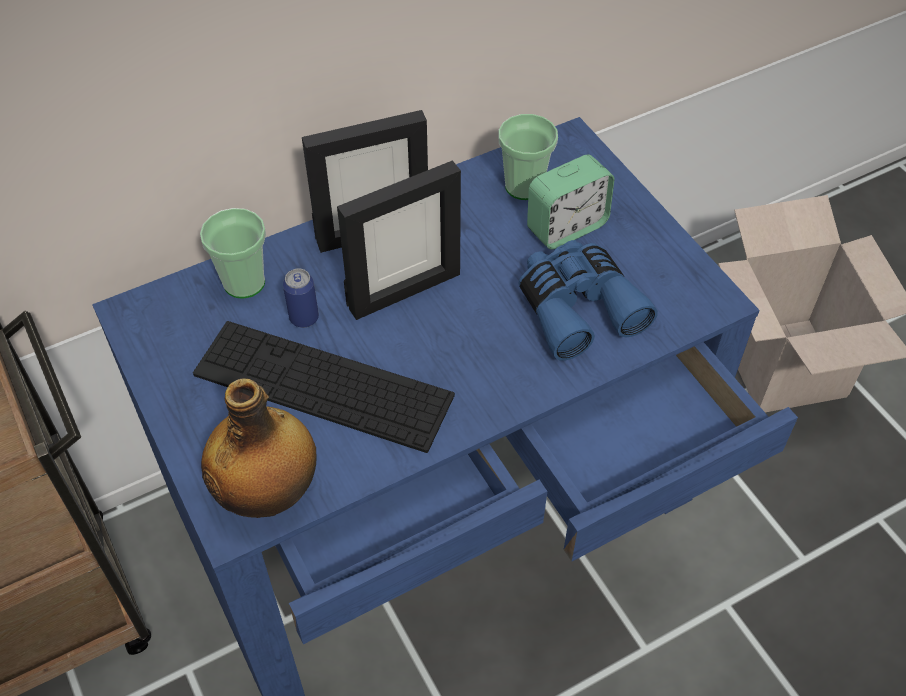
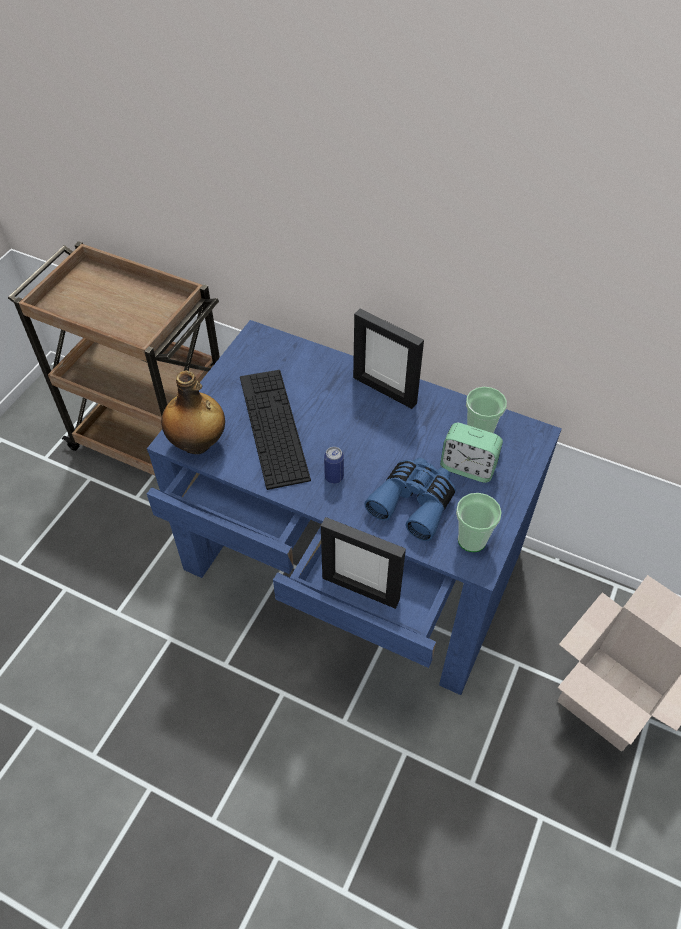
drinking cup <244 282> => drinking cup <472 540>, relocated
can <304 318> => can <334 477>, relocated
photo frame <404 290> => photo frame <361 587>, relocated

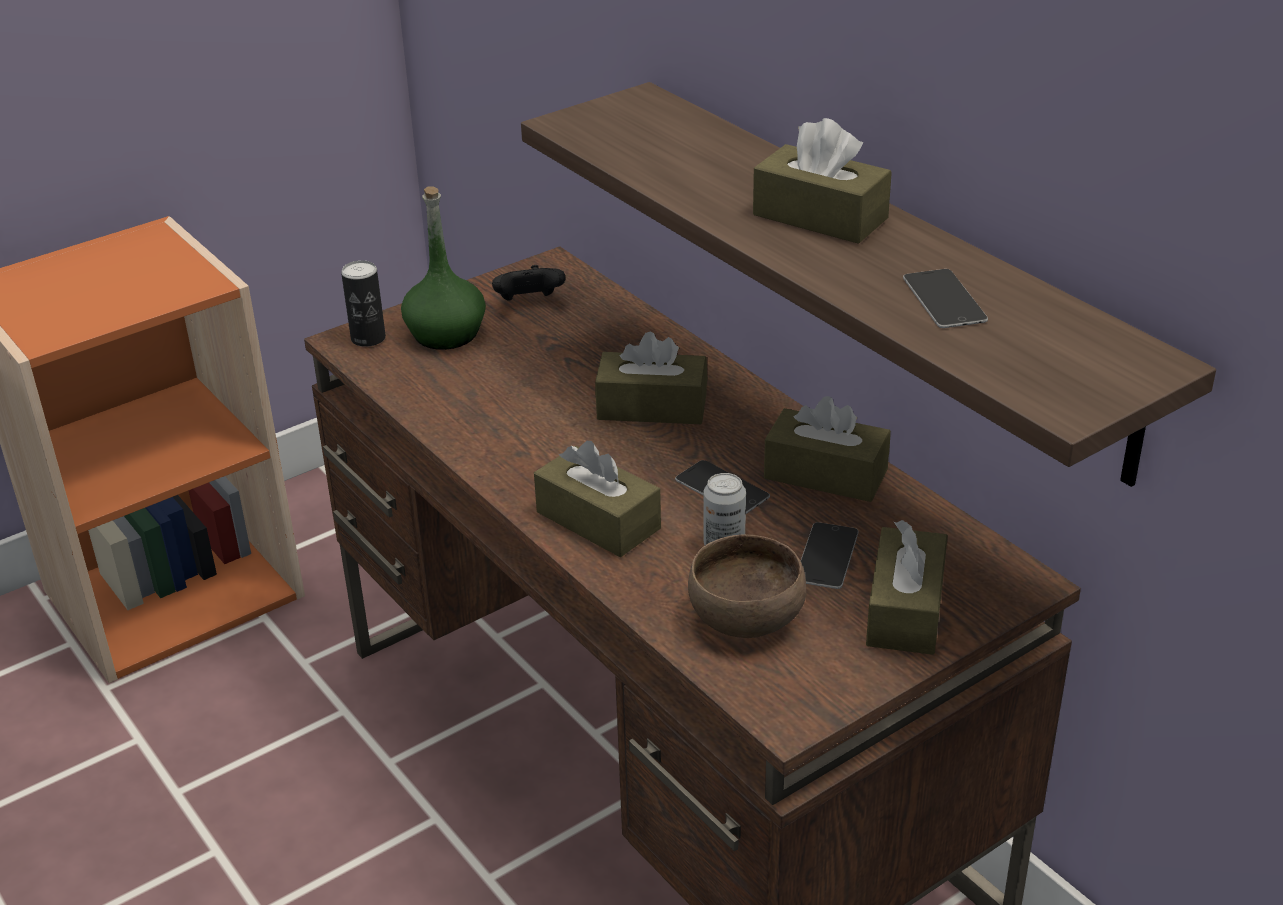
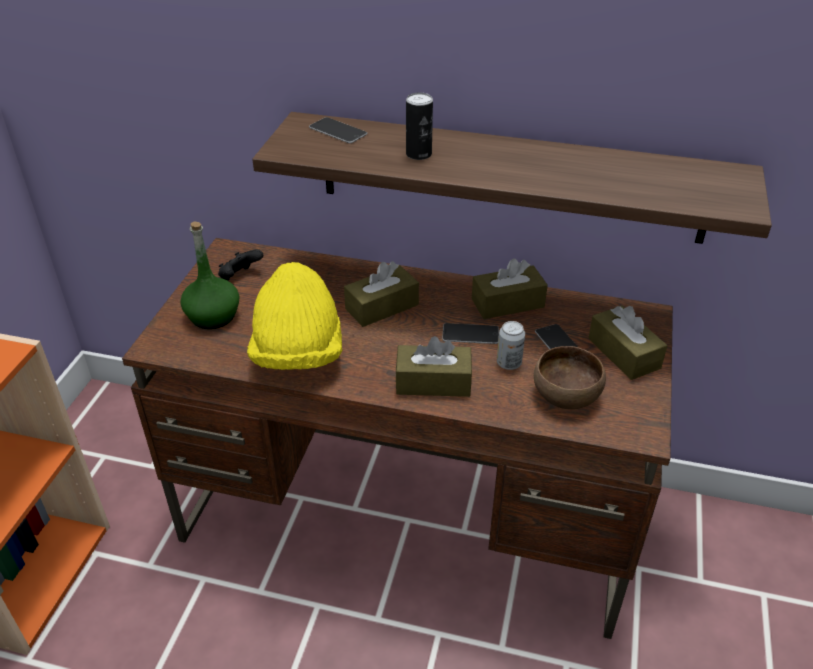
brownish box of tissues <820 216> => nothing
nothing => yellow-coloured hat <298 354>
can <368 338> => can <418 154>, relocated
telephone <944 299> => telephone <338 130>, relocated

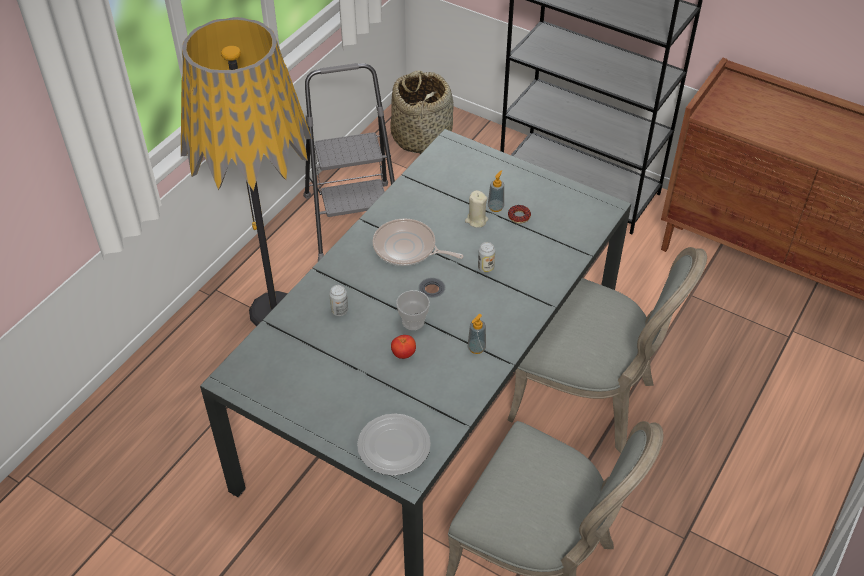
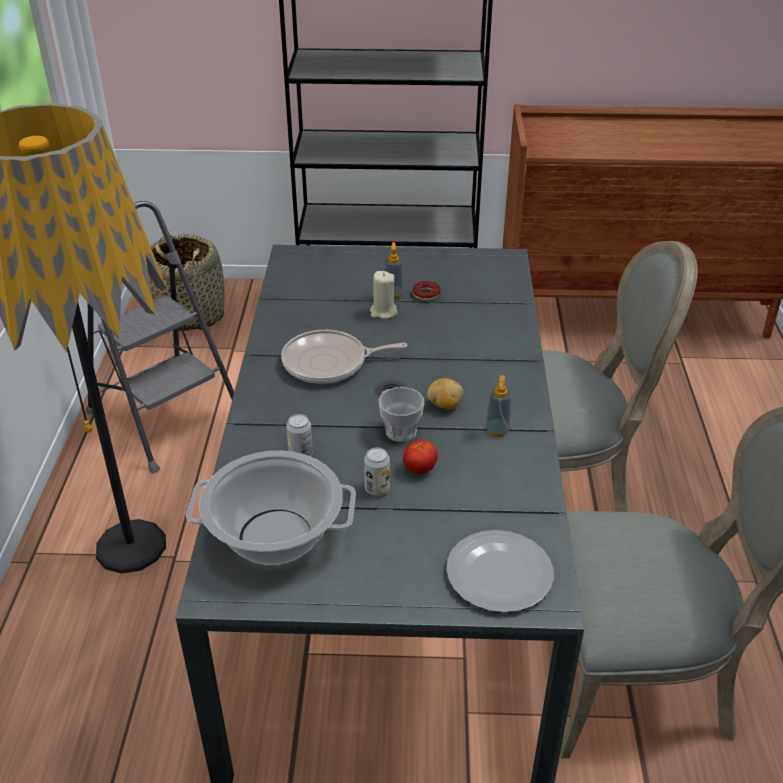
nothing => saucepot <274 537>
nothing => whole potato <444 405>
can <486 268> => can <377 489>, relocated

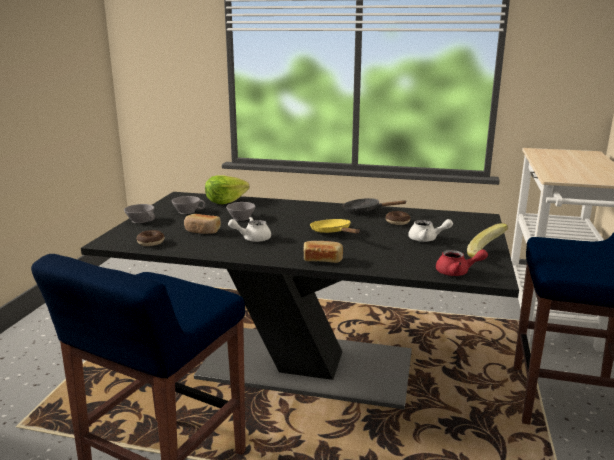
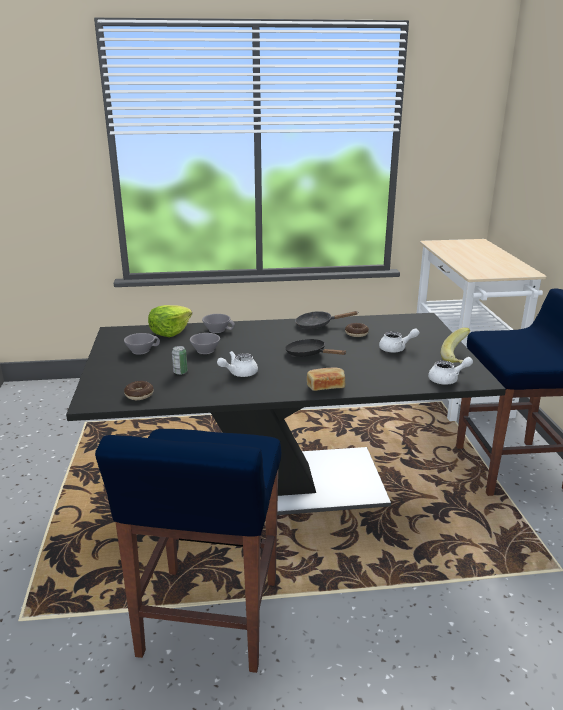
gray drinking cup <142 220> => gray drinking cup <218 329>, relocated
bakery bread <202 231> => can <180 372>
yellow-coloured skillet <333 232> => black skillet <309 354>
red-coloured tea pot <457 272> => white tea pot <447 380>

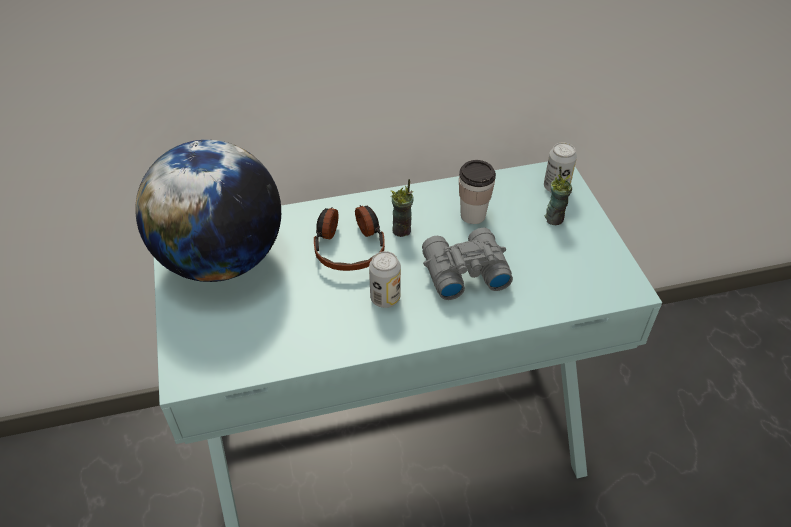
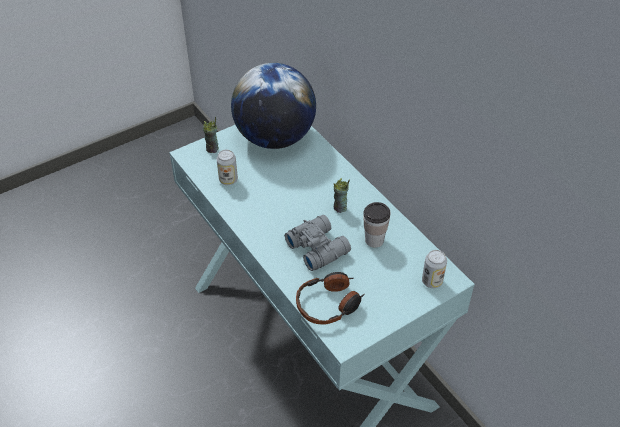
headphones <349 246> => headphones <329 304>, relocated
can <385 298> => can <228 180>, relocated
drinking cup <554 218> => drinking cup <212 149>, relocated

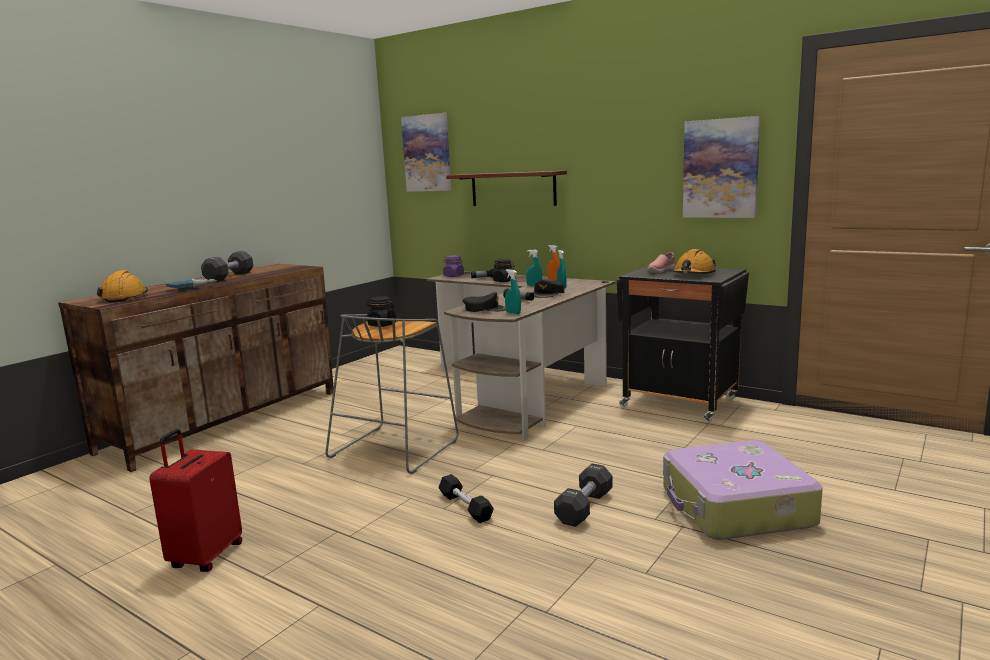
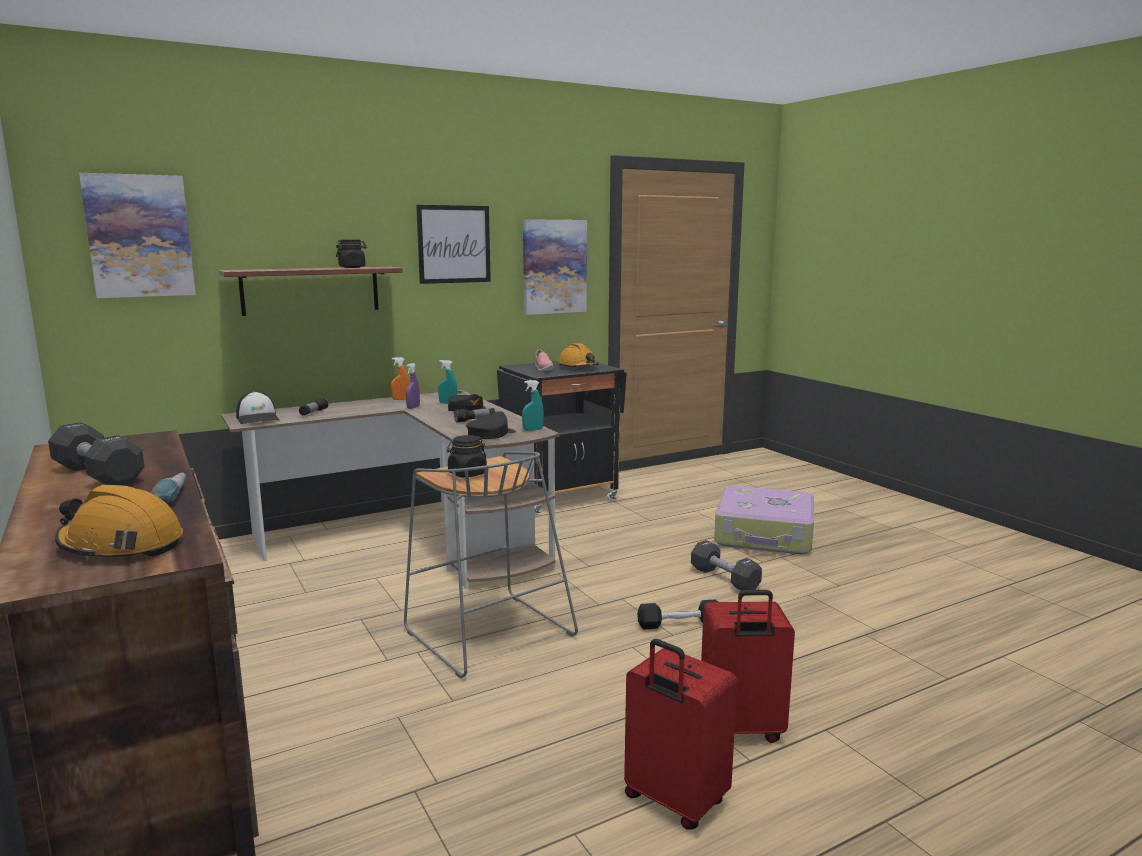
nothing => picture <454 244>
nothing => red-coloured travel case <740 730>
black jar <504 281> => black jar <352 267>, relocated
purple jar <453 276> => baseball cap <258 418>
turquoise-coloured spray bottle <534 285> => purple spray bottle <413 407>

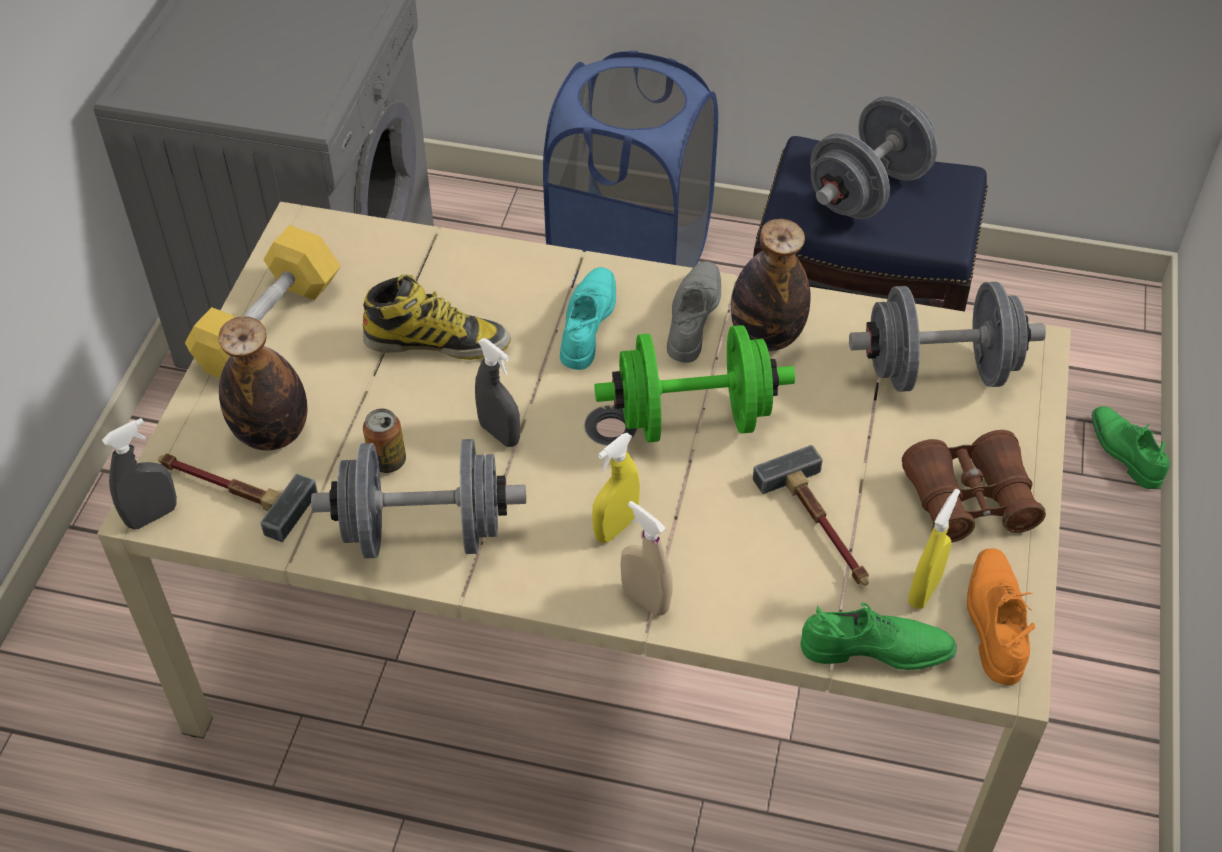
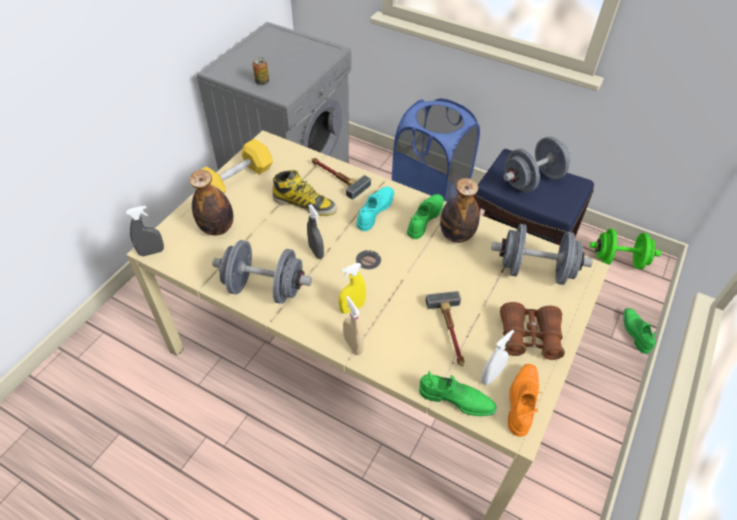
tool hammer <230 491> => tool hammer <336 177>, relocated
can <388 461> => can <262 82>, relocated
green-coloured free weight <692 418> => green-coloured free weight <619 260>, relocated
gray item of footwear <693 318> => green-coloured item of footwear <425 219>
yellow-coloured spray bottle <924 590> => white spray bottle <491 376>

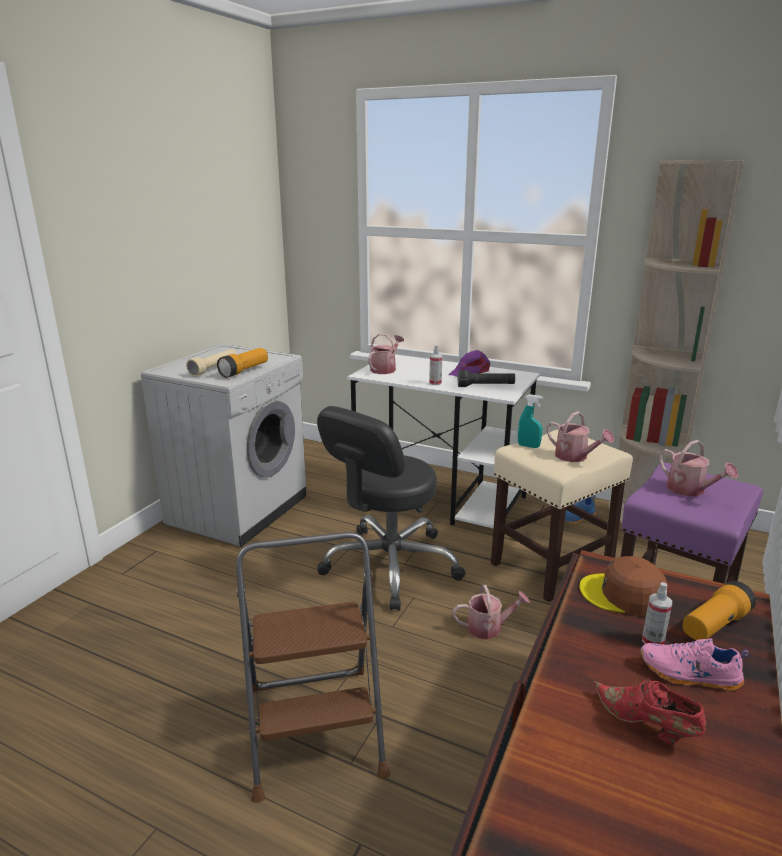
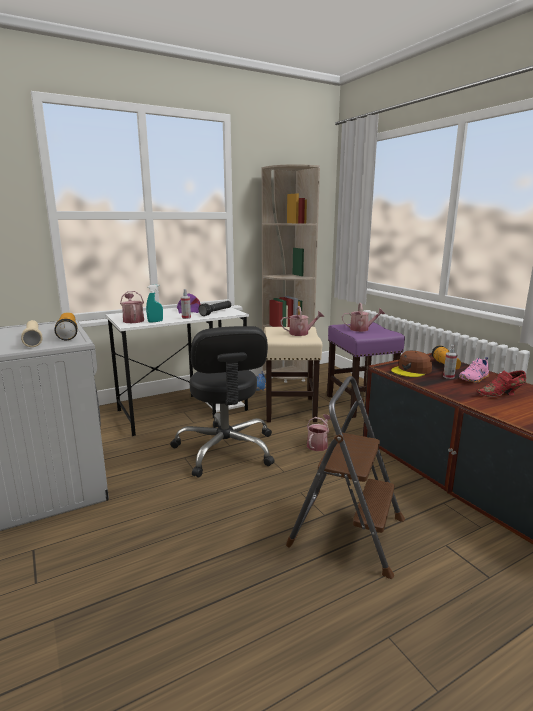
turquoise-coloured spray bottle <528 446> => turquoise-coloured spray bottle <155 321>, relocated

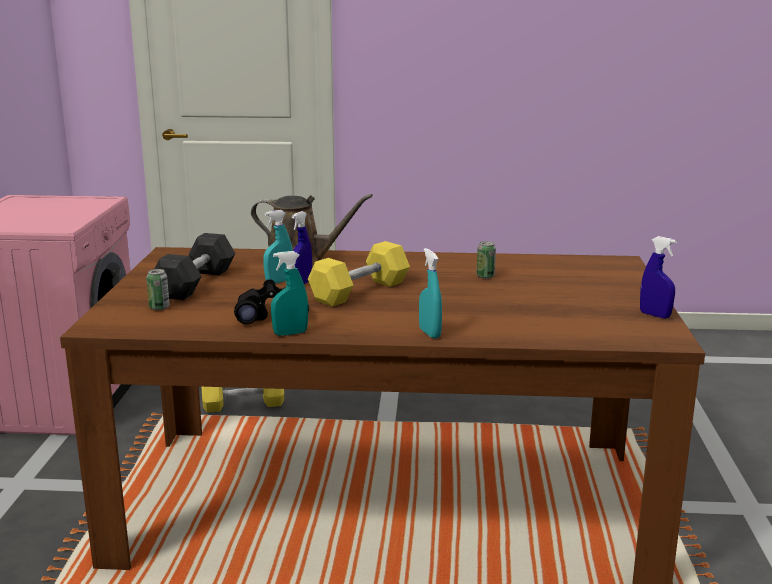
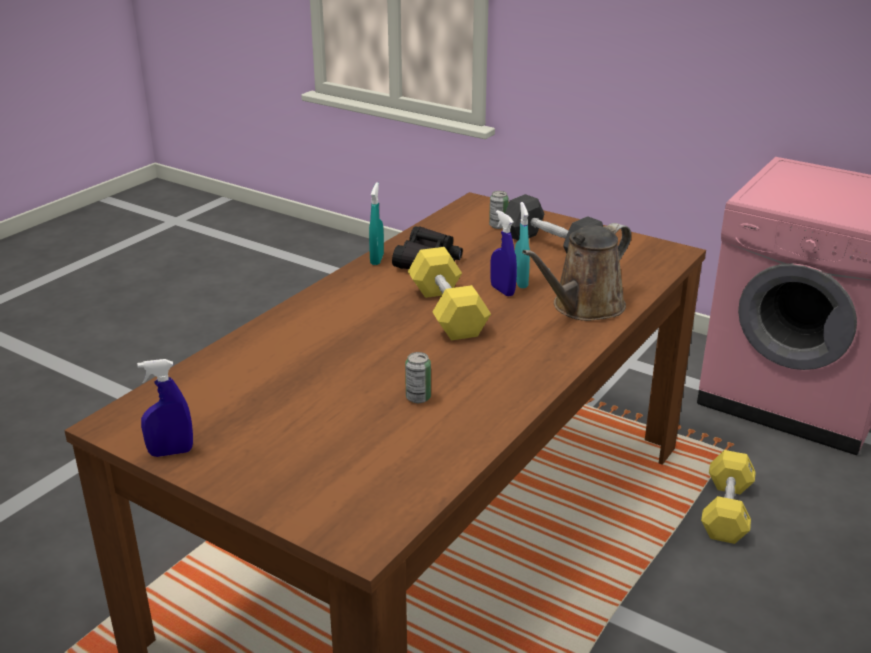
turquoise-coloured spray bottle <429 333> => nothing

